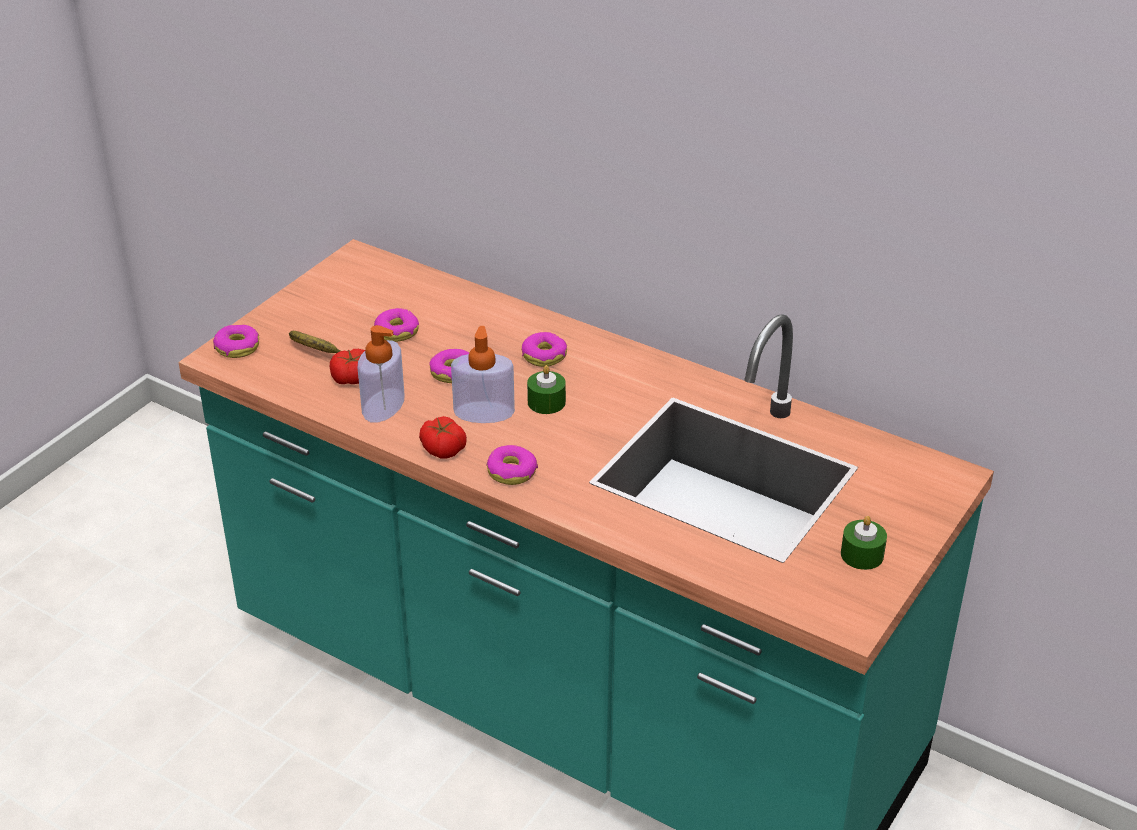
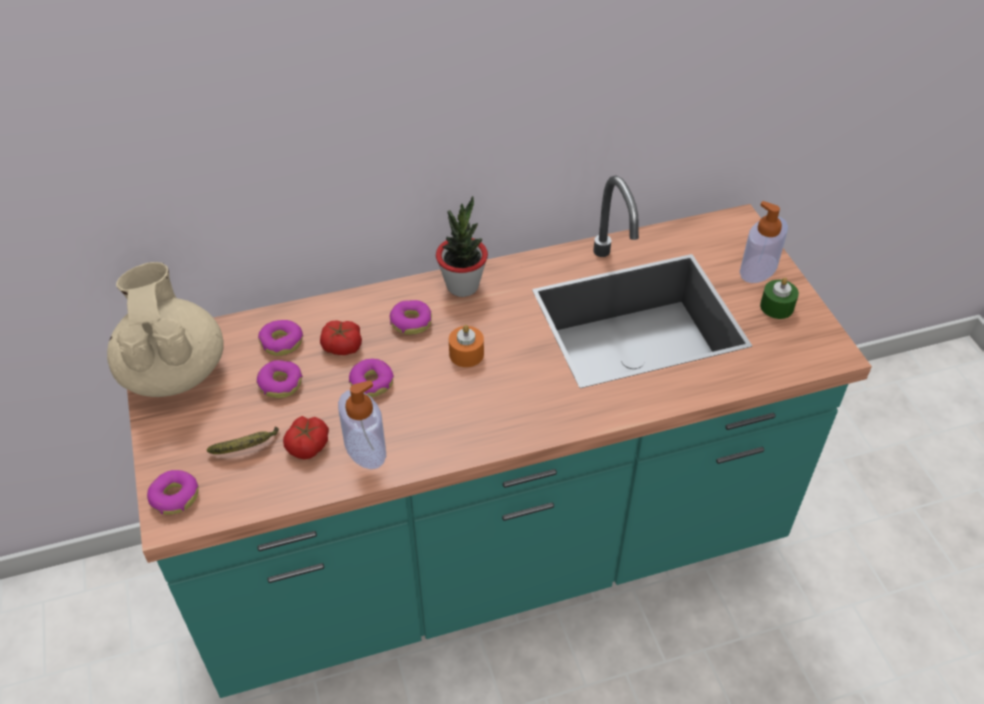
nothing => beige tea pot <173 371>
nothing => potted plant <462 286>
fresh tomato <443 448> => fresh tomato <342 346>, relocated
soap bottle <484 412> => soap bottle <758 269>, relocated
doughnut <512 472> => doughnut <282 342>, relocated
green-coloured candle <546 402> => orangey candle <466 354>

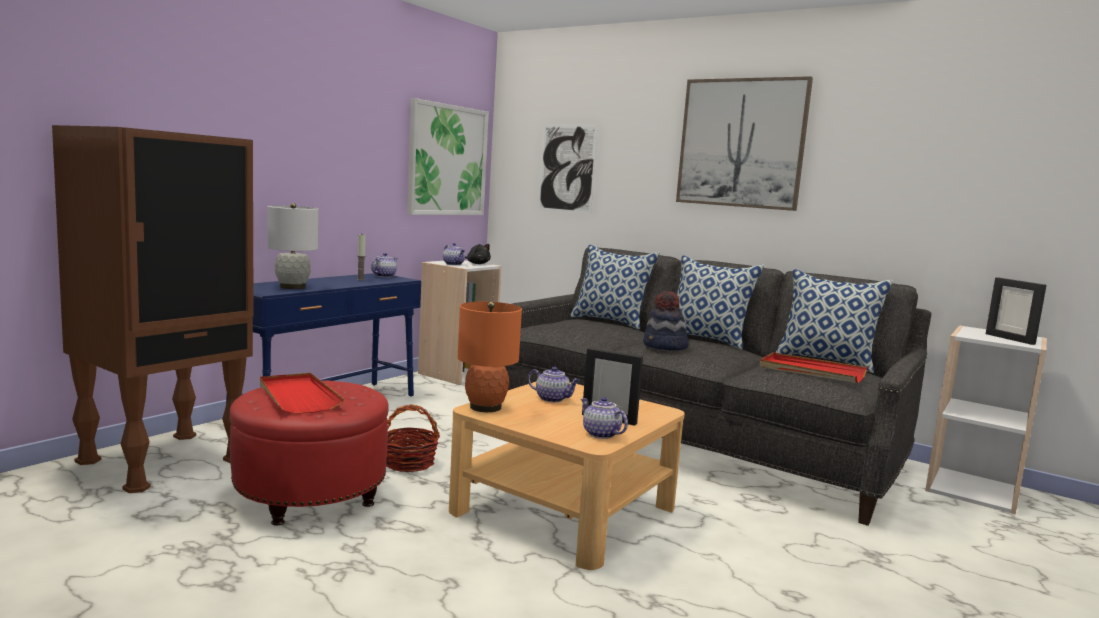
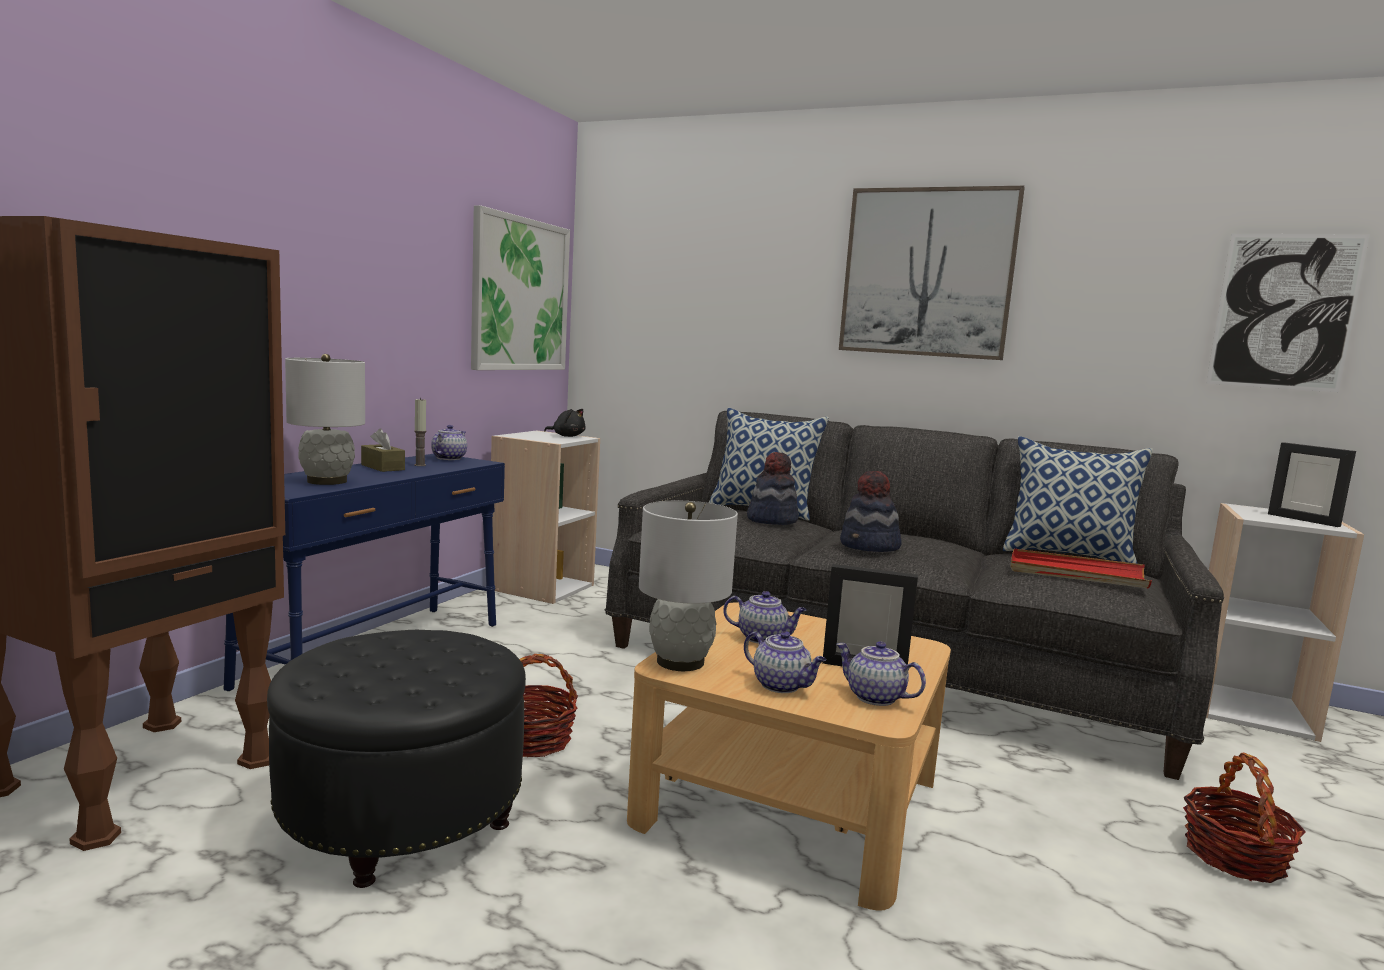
red-coloured tray <298 396> => nothing
throw pillow <707 340> => nothing
nothing => brownish box of tissues <382 467>
nothing => hat <771 520>
nothing => household basket <1234 856>
tea pot <454 264> => tea pot <782 685>, relocated
picture <567 168> => picture <1284 312>, relocated
red-coloured footrest <310 495> => black footrest <402 818>
orangey table lamp <485 407> => white table lamp <680 662>

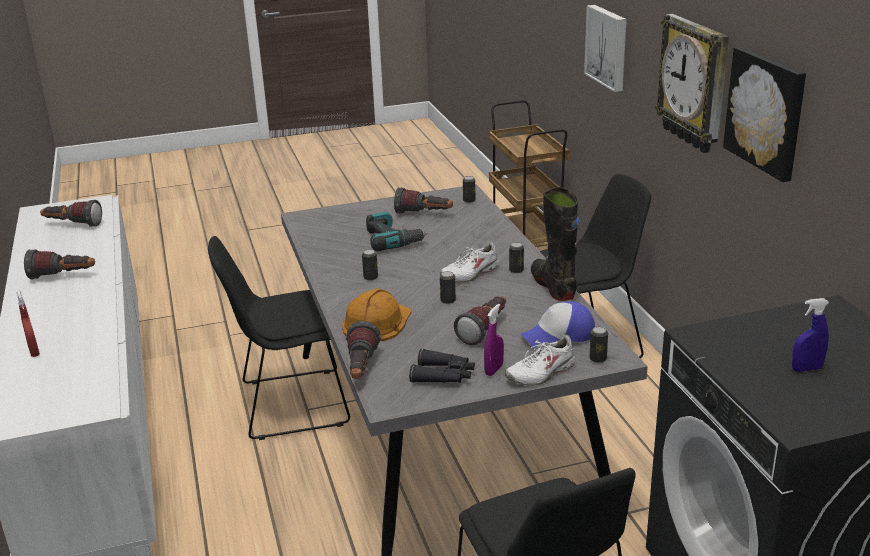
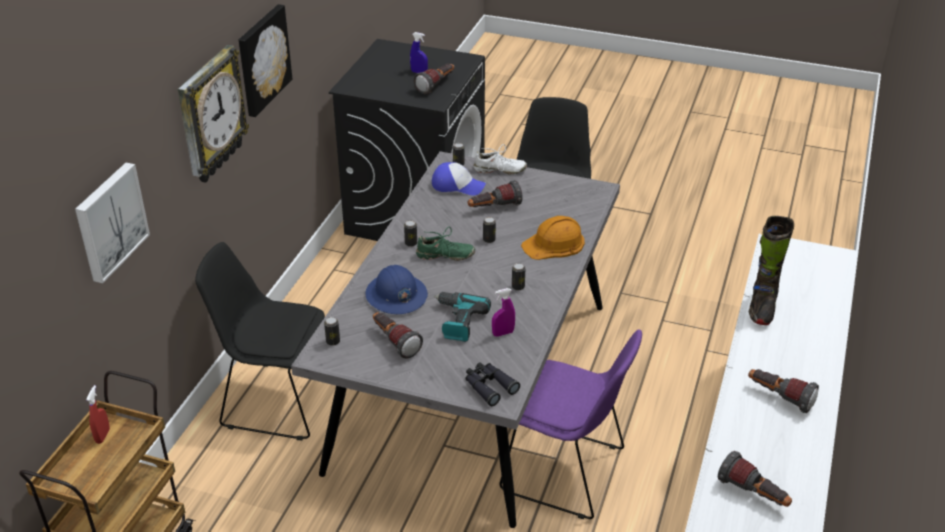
nothing => blue-coloured hard hat <396 295>
red-coloured spray bottle <34 352> => red-coloured spray bottle <102 436>, relocated
flashlight <361 369> => flashlight <437 85>, relocated
black pair of binoculars <444 375> => black pair of binoculars <489 386>, relocated
purple spray bottle <494 370> => purple spray bottle <503 333>, relocated
black boot <553 286> => black boot <762 307>, relocated
black plain chair <289 404> => purple plain chair <567 472>
white item of footwear <470 274> => green-coloured item of footwear <445 256>

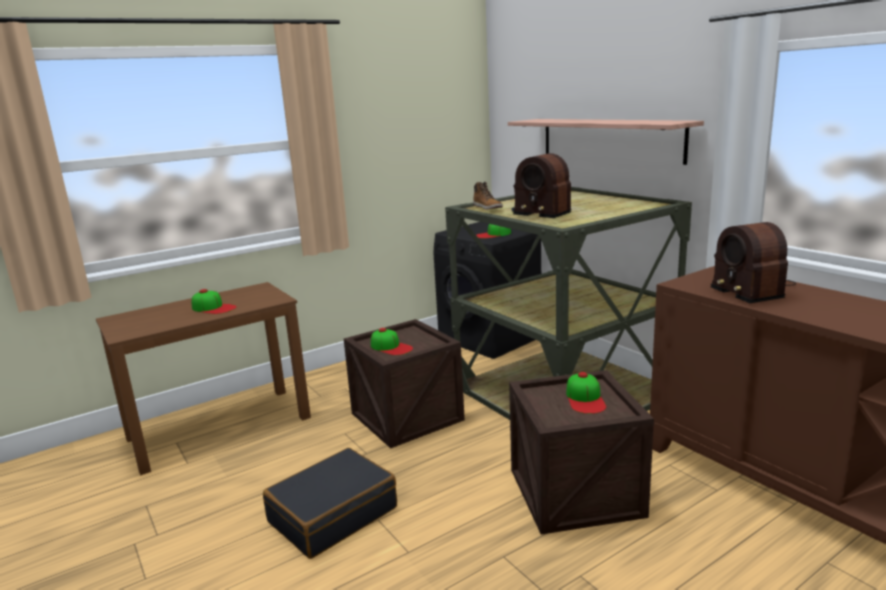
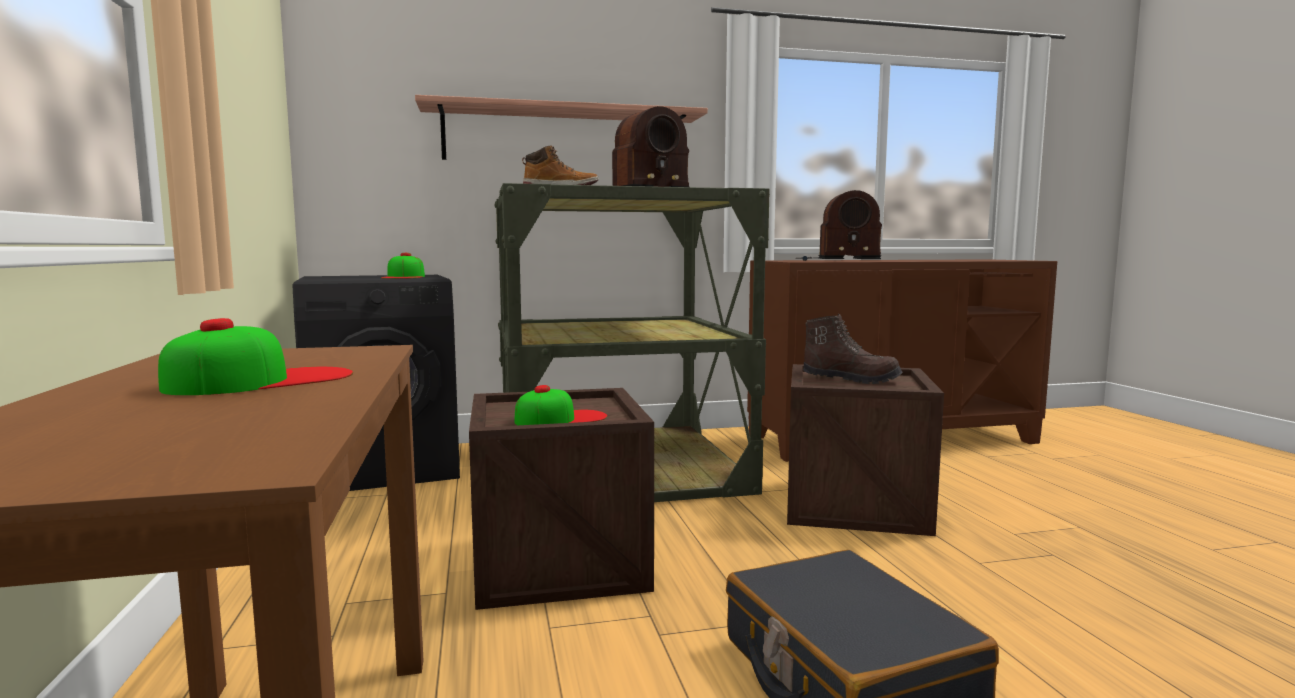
baseball cap <585 399> => brownish boot <851 379>

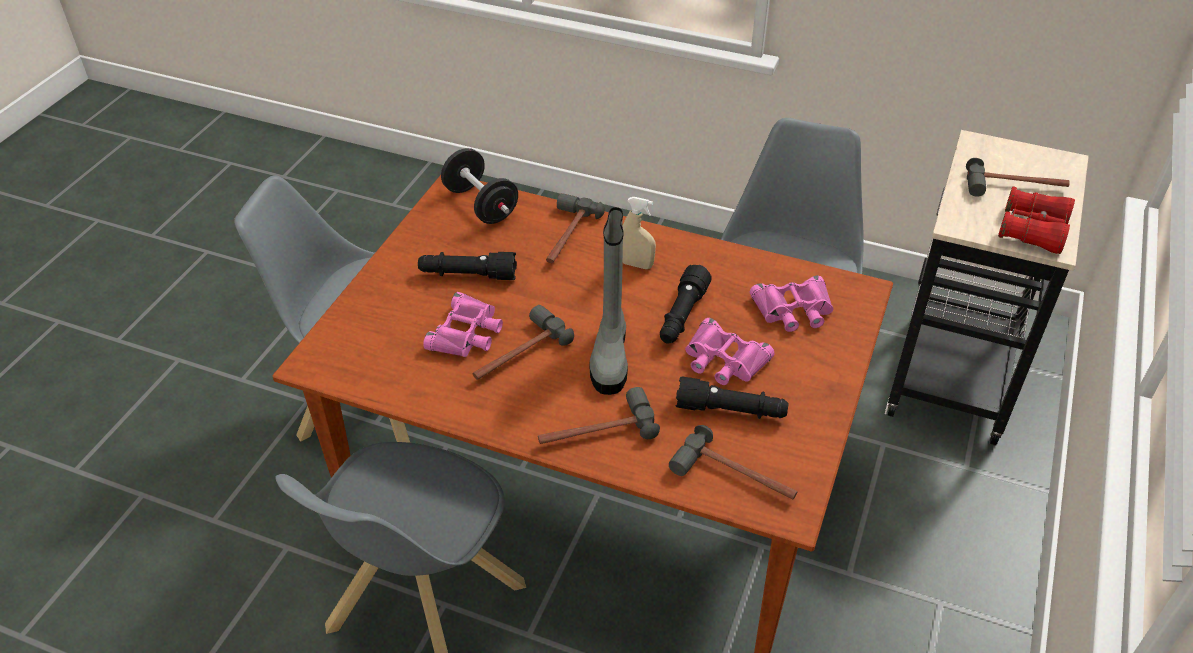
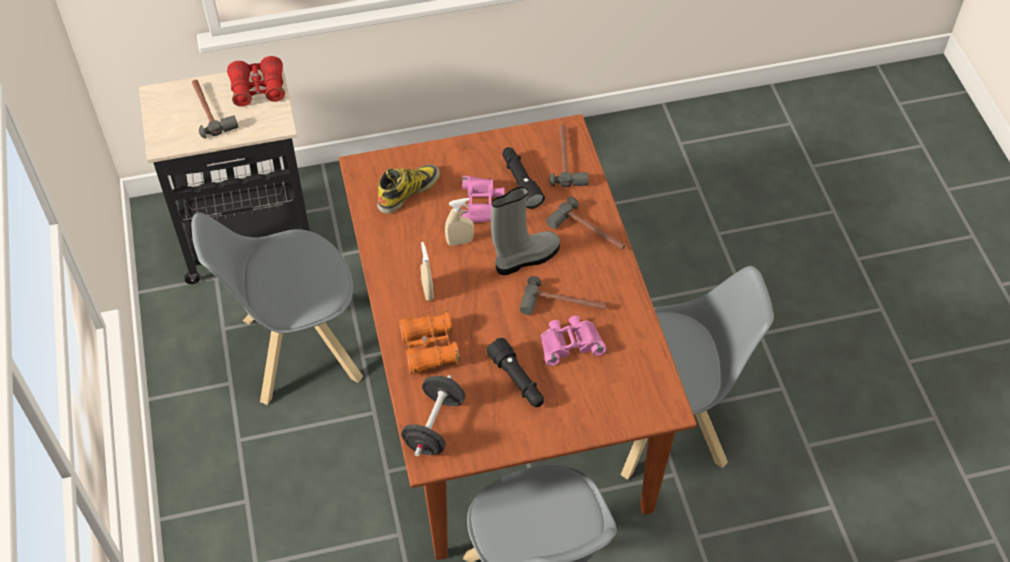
tool hammer <566 236> => orangey pair of binoculars <429 348>
black flashlight <682 316> => beige spray bottle <460 241>
pink pair of binoculars <793 310> => boot <408 191>

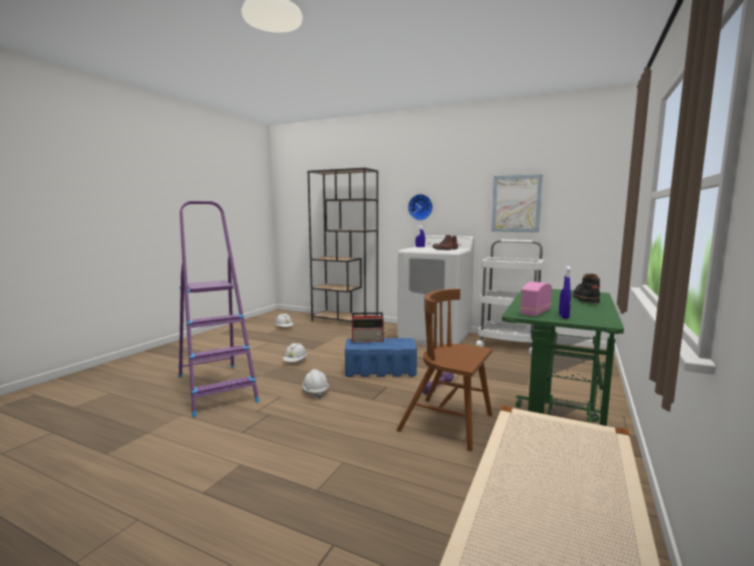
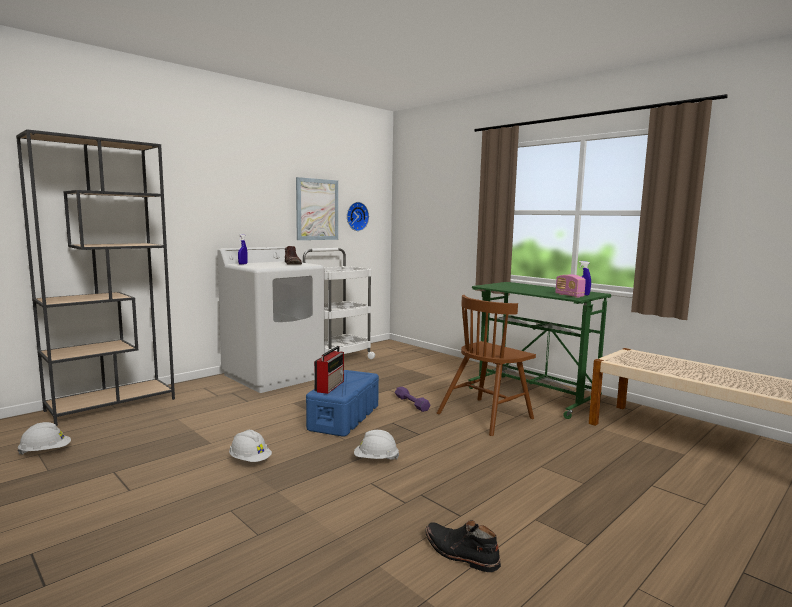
purple stepladder <216 388> => nothing
hanging clock <420 207> => hanging clock <356 216>, relocated
black boot <585 298> => black boot <460 553>, relocated

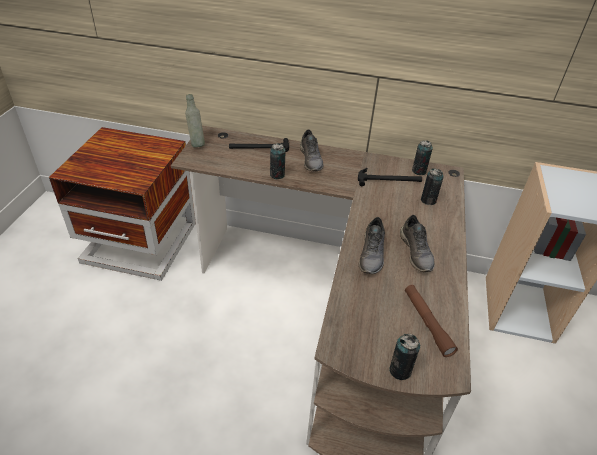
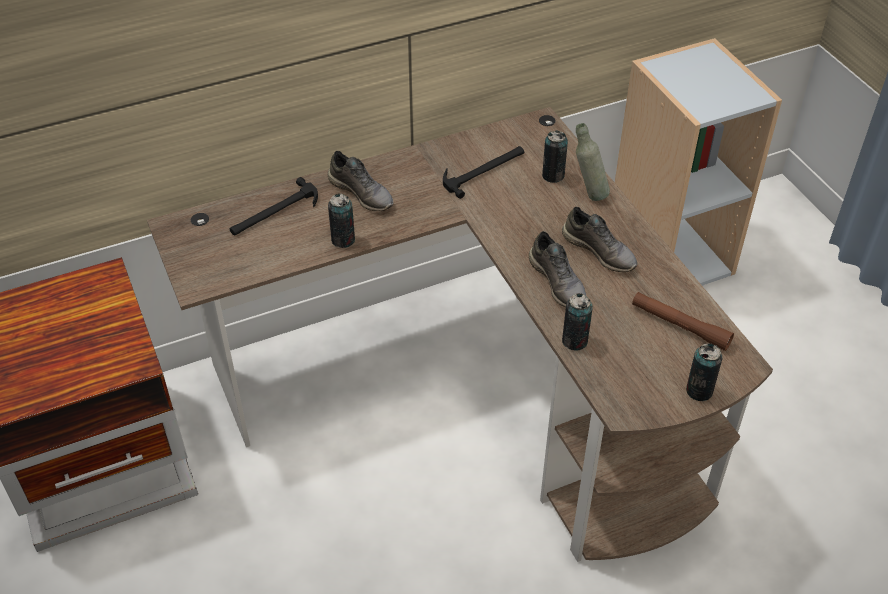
gray beverage bottle <196 144> => gray beverage bottle <588 194>, relocated
can <419 171> => can <574 341>, relocated

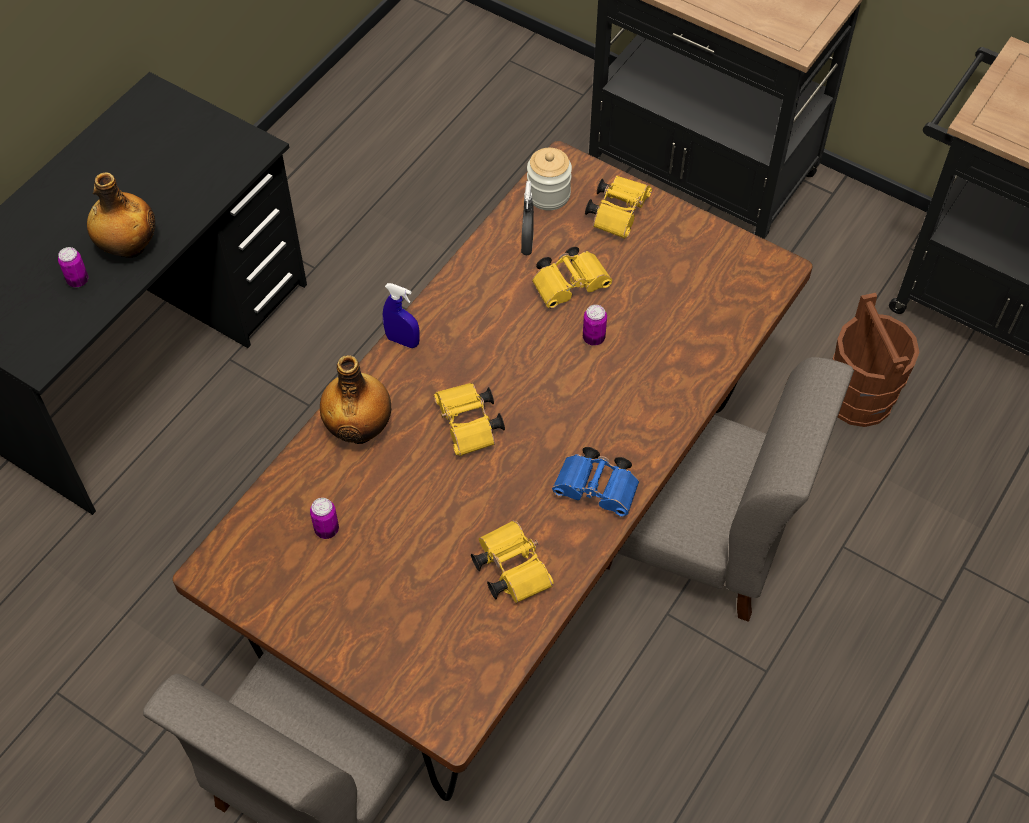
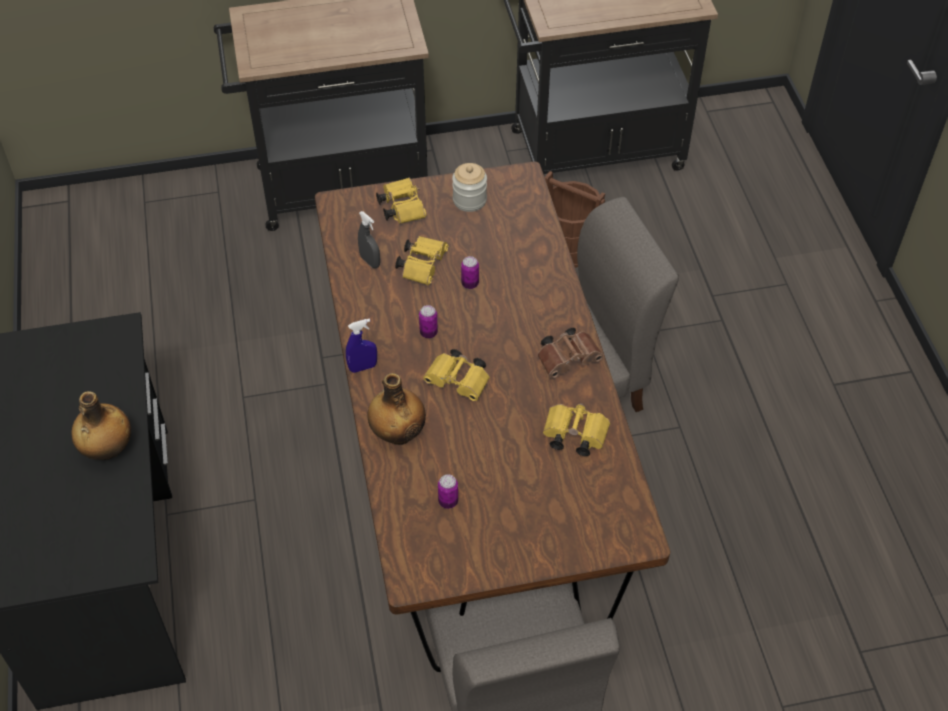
can <78 280> => can <428 332>, relocated
jar <548 195> => jar <469 200>, relocated
blue-coloured pair of binoculars <599 490> => brownish pair of binoculars <569 359>

